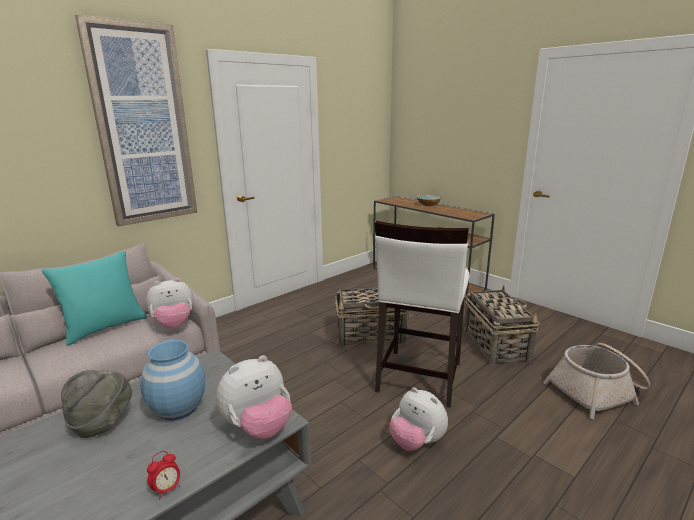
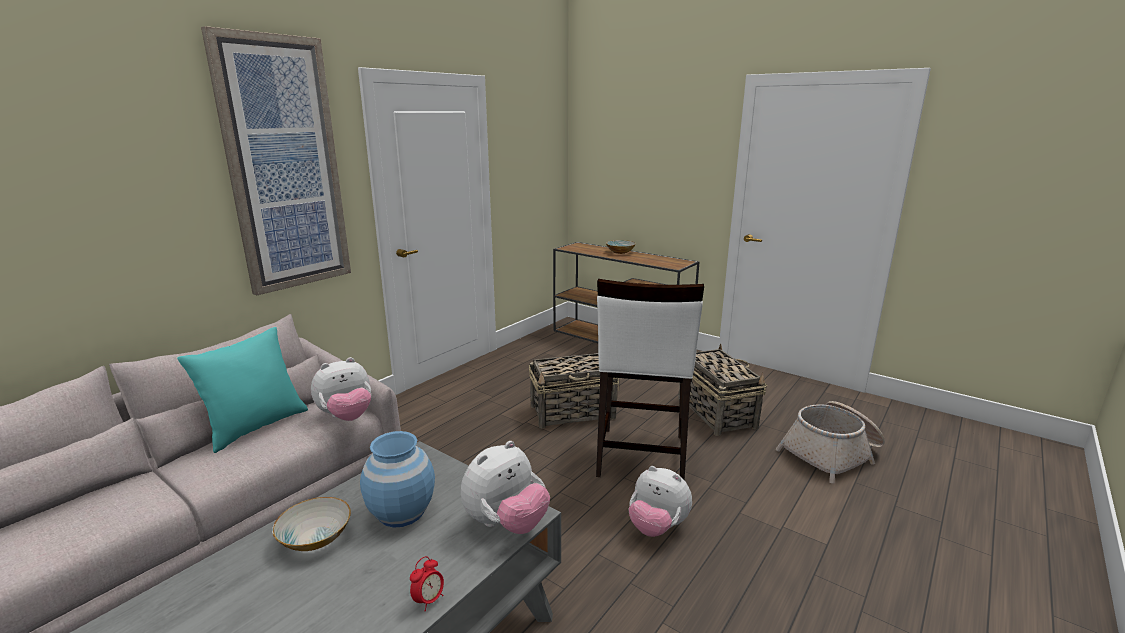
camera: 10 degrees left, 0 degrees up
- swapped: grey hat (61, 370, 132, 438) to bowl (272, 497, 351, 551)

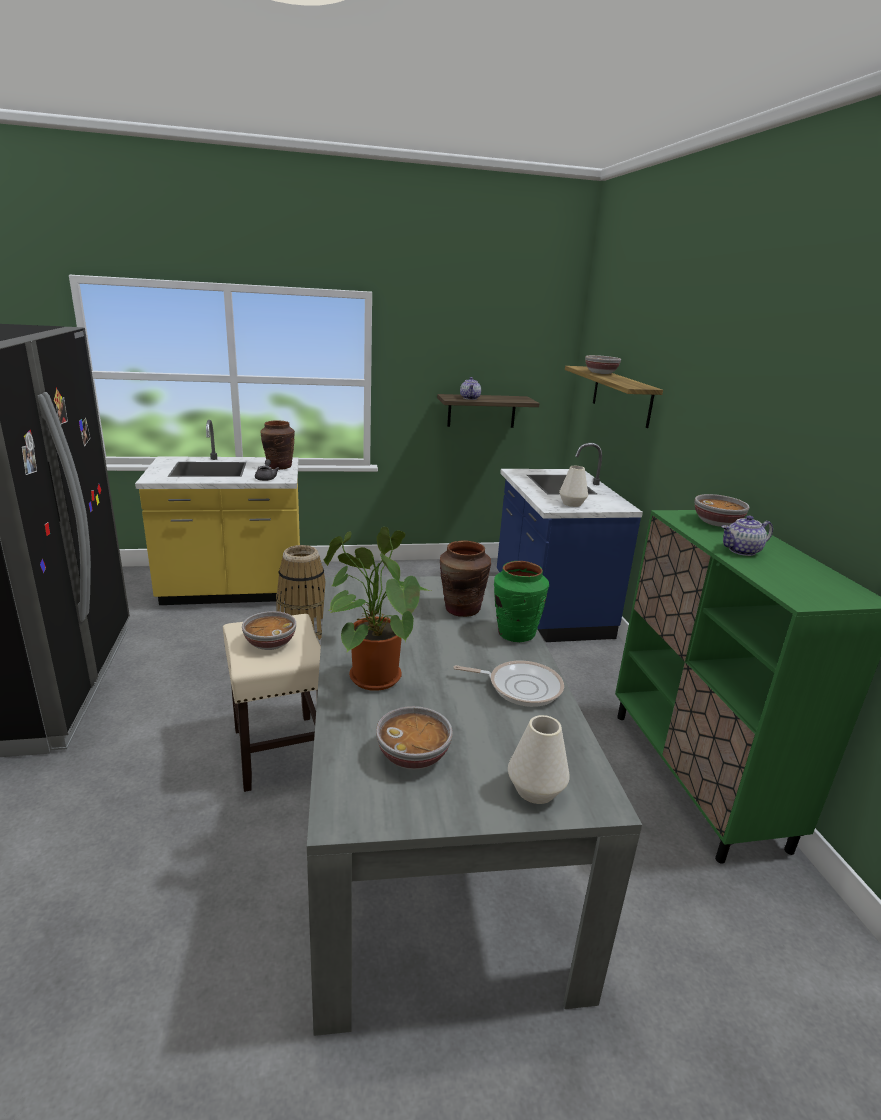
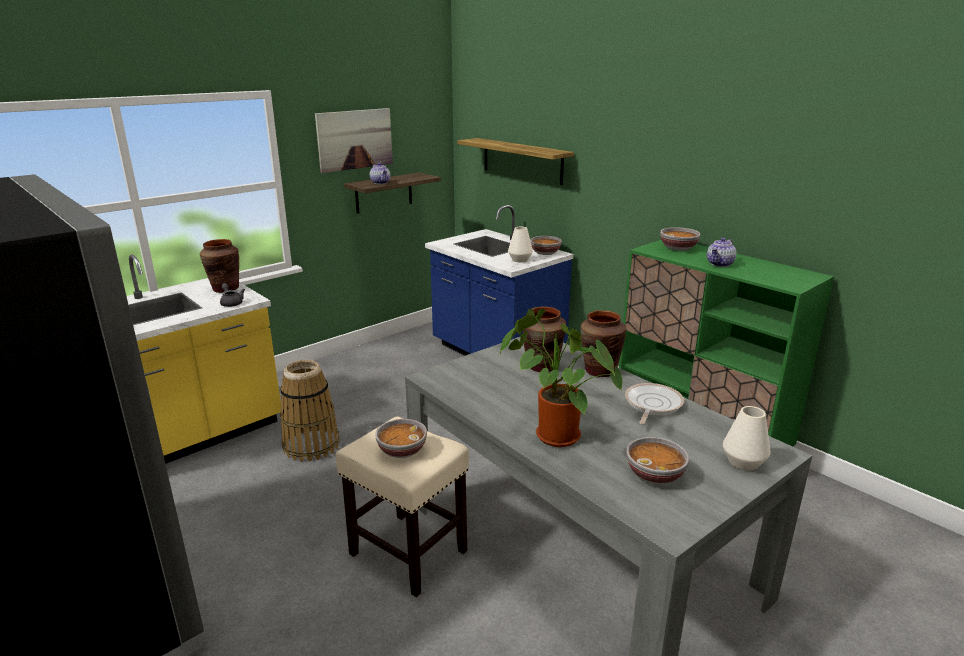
camera: 30 degrees left, 0 degrees up
- rotated: frying pan (453, 661, 564, 707) = (625, 383, 684, 425) 45 degrees counterclockwise
- repainted: green vase (494, 561, 549, 642) to brown vase (581, 310, 626, 377)
- shifted: bowl (585, 355, 621, 374) to (530, 236, 562, 255)
- new: picture (315, 108, 393, 173)

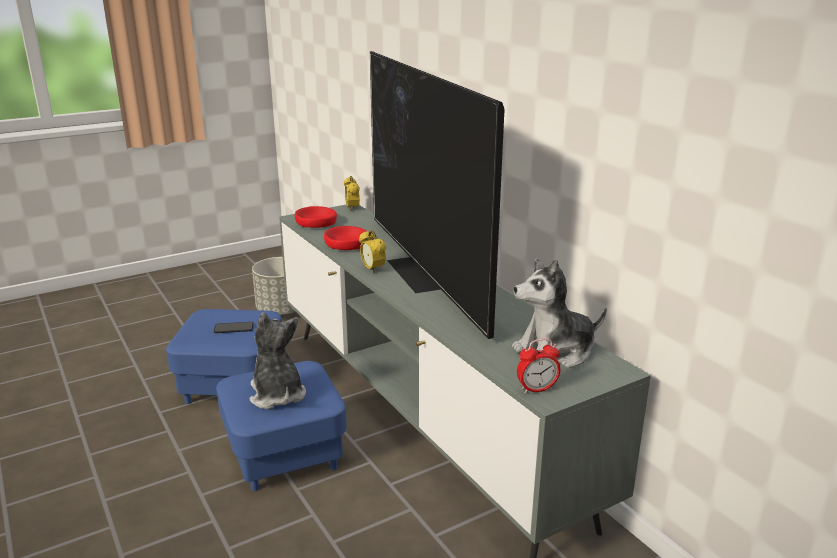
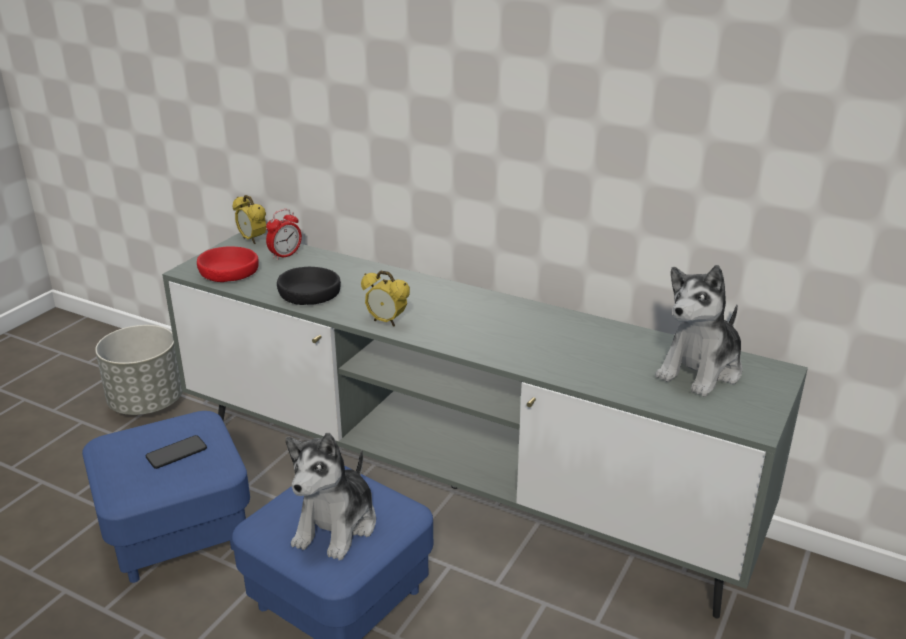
camera: 30 degrees left, 5 degrees up
- rotated: plush toy (250, 313, 306, 409) = (286, 433, 376, 560) 105 degrees counterclockwise
- repainted: red bowl (324, 226, 368, 250) to black bowl (277, 267, 341, 305)
- gone: television (370, 51, 505, 339)
- shifted: alarm clock (517, 339, 560, 394) to (266, 209, 302, 260)

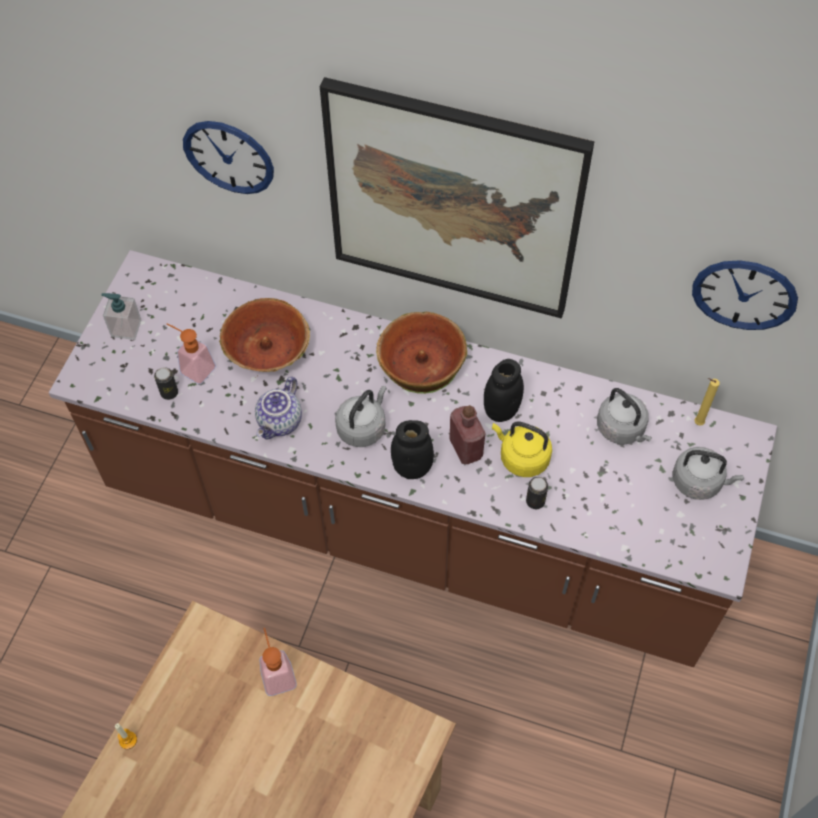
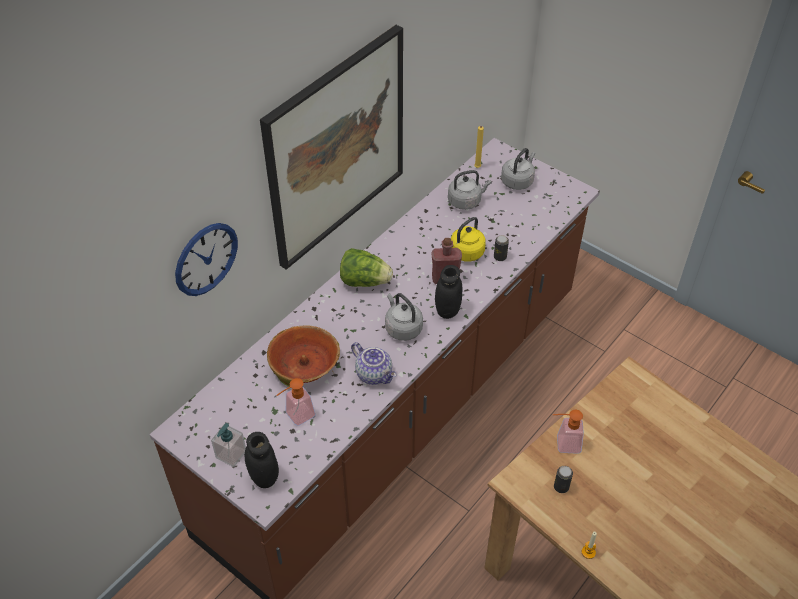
camera: 70 degrees left, 10 degrees down
- shifted: can (154, 367, 178, 400) to (554, 466, 573, 493)
- swapped: bowl (376, 312, 467, 394) to lettuce (340, 248, 393, 287)
- shifted: black jar (484, 359, 524, 422) to (245, 432, 279, 488)
- gone: wall clock (692, 260, 798, 330)

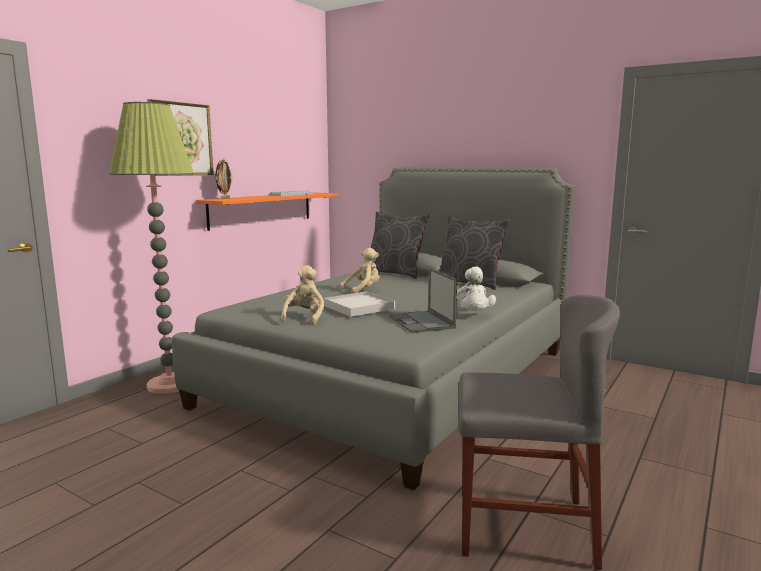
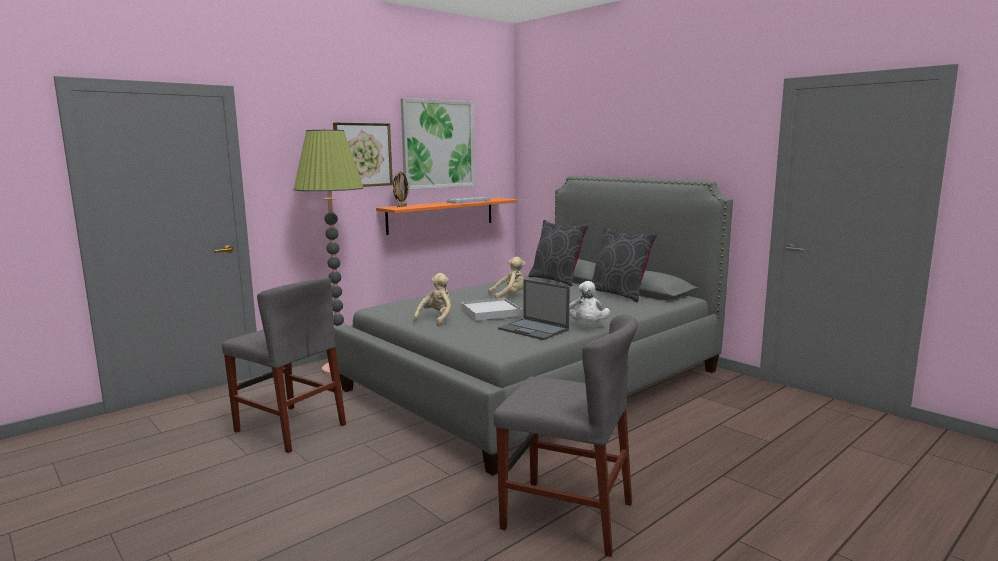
camera: 15 degrees right, 0 degrees up
- rotated: laptop (389, 268, 457, 333) = (498, 279, 570, 340) 45 degrees counterclockwise
- new: grey chair (222, 277, 346, 453)
- new: picture (401, 98, 475, 190)

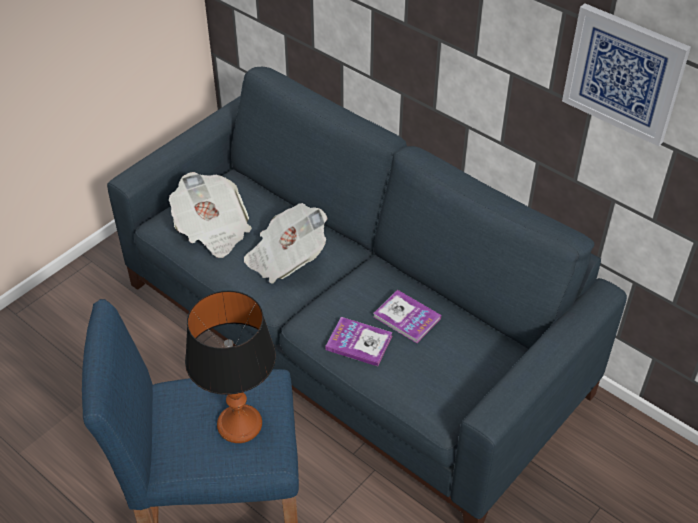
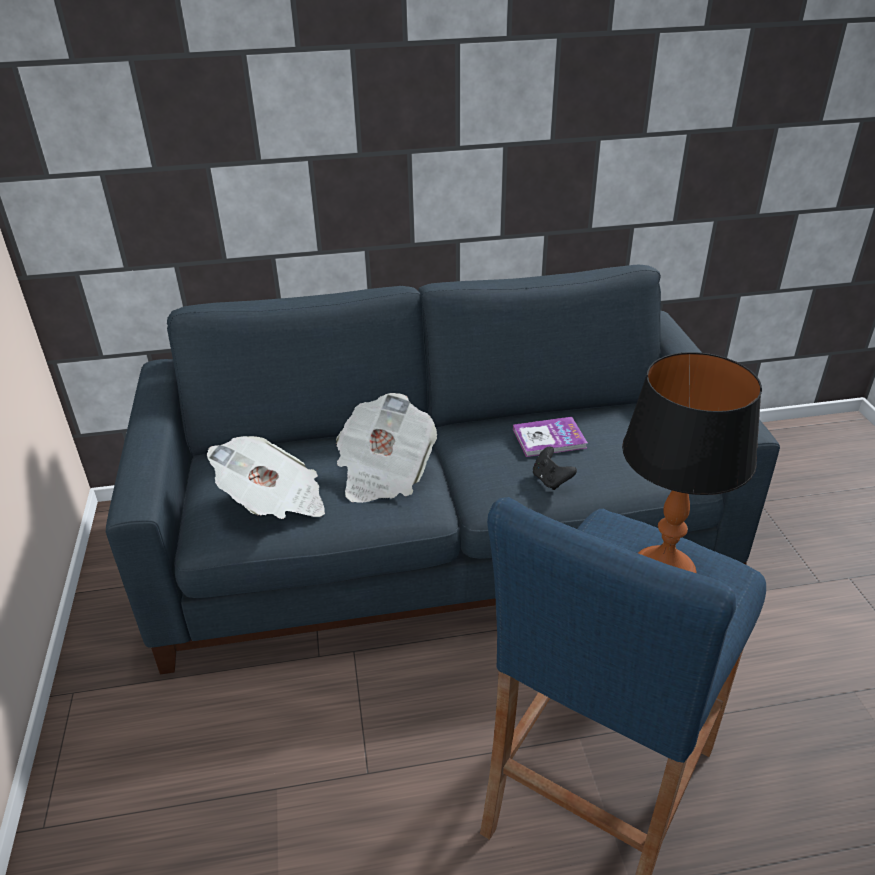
camera: 50 degrees left, 10 degrees down
- swapped: book (325, 317, 393, 366) to black game controller (533, 446, 577, 490)
- gone: picture (562, 3, 691, 146)

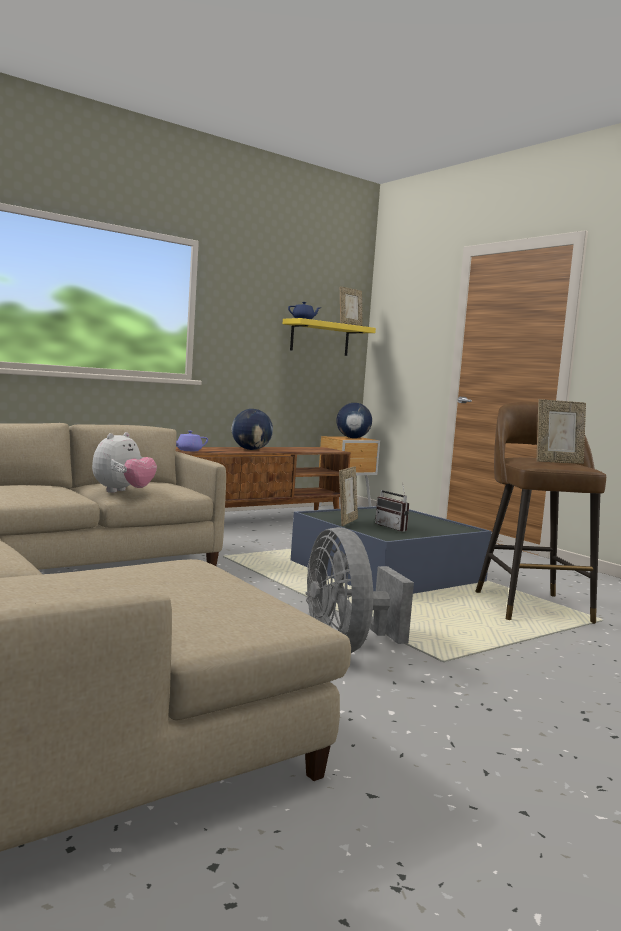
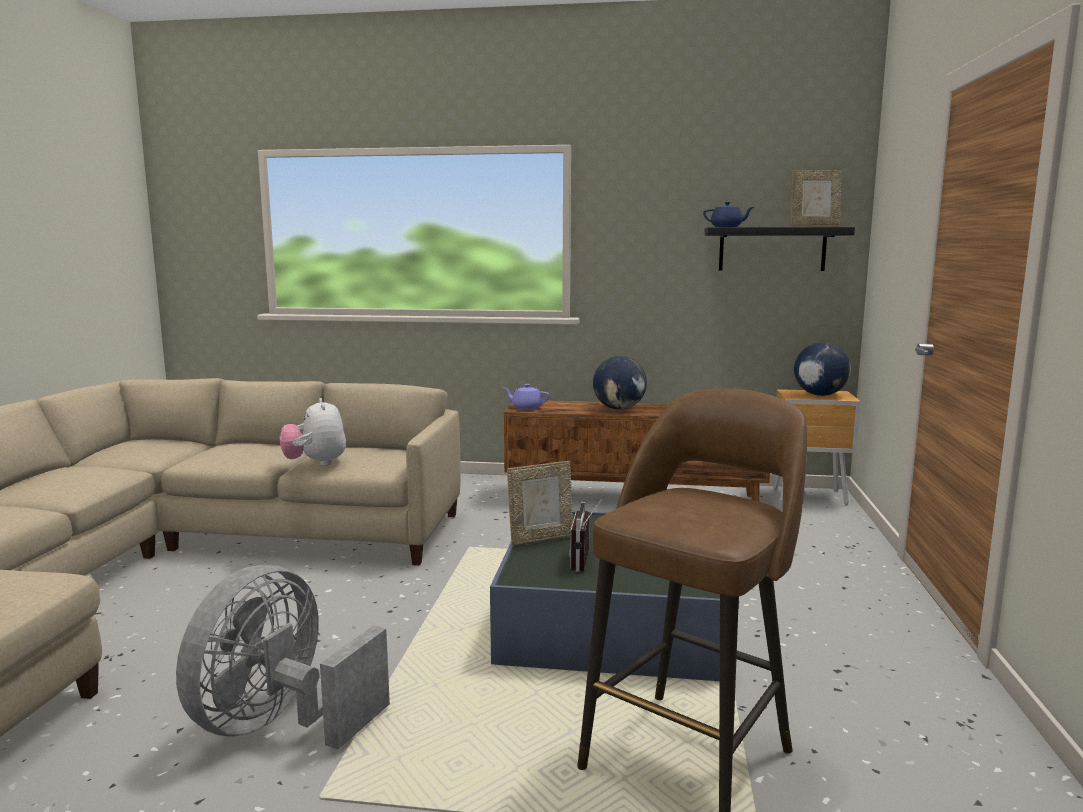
camera: 45 degrees right, 5 degrees up
- rotated: plush toy (92, 432, 157, 493) = (280, 398, 346, 466) 90 degrees clockwise
- repainted: yellow shelf (283, 318, 376, 356) to black shelf (704, 227, 855, 271)
- gone: picture frame (537, 399, 586, 464)

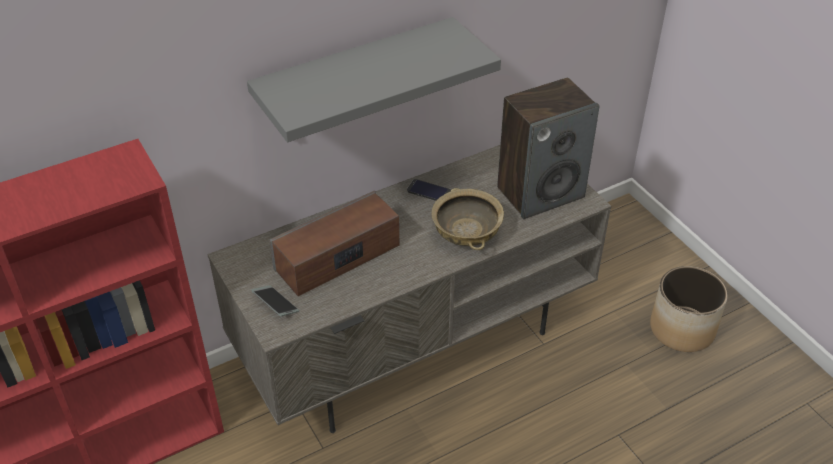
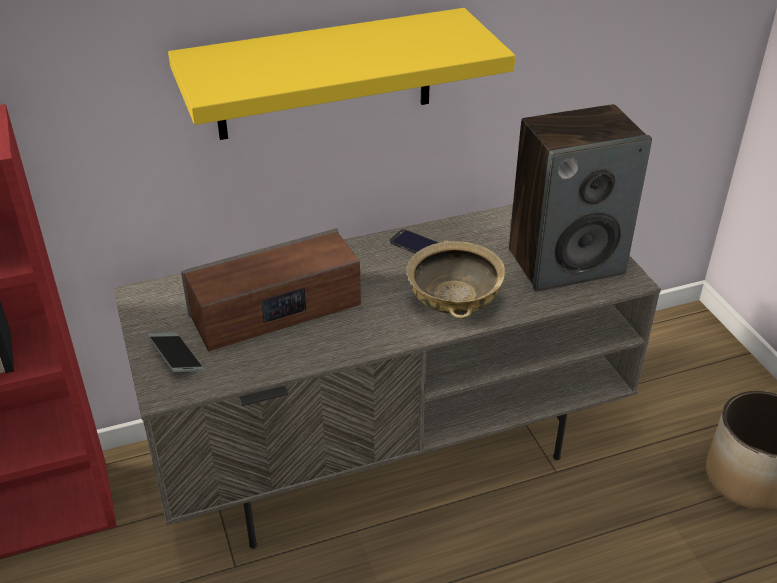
camera: 10 degrees right, 5 degrees down
- repainted: grey shelf (247, 17, 501, 142) to yellow shelf (168, 8, 515, 140)

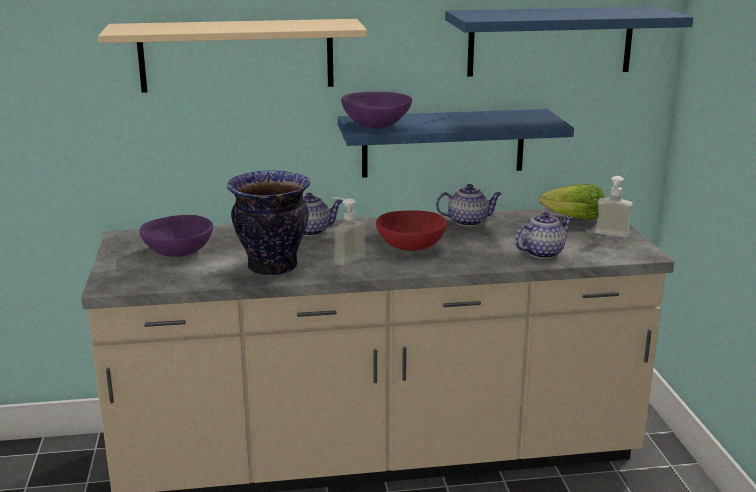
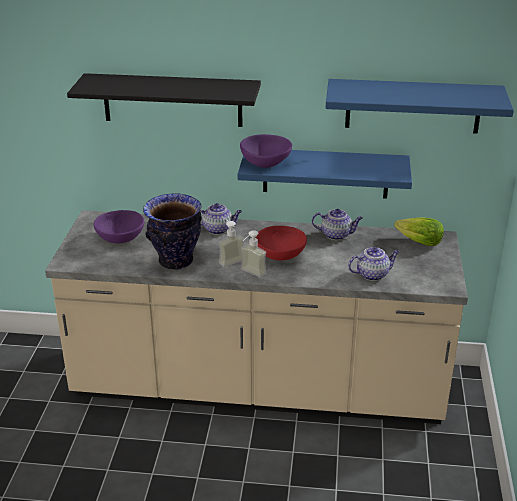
camera: 15 degrees right, 10 degrees up
- repainted: beige shelf (98, 19, 367, 93) to black shelf (67, 73, 261, 127)
- shifted: soap dispenser (595, 176, 633, 237) to (241, 230, 267, 278)

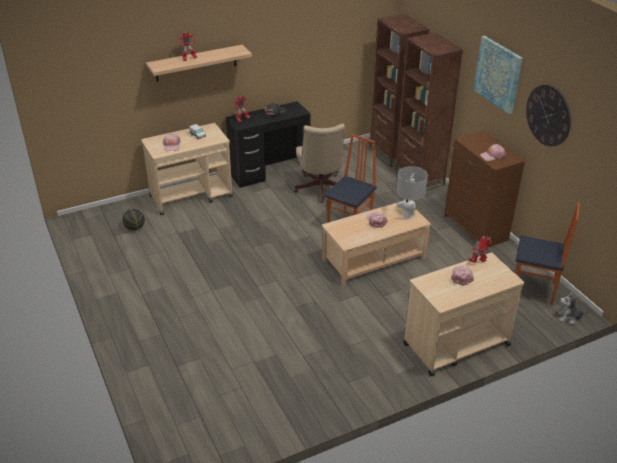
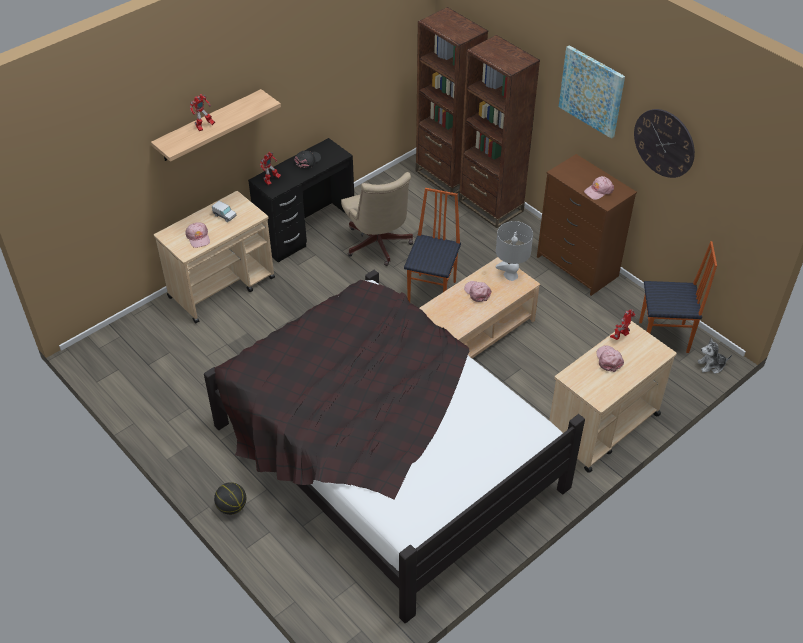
camera: 15 degrees left, 10 degrees up
- shifted: basketball (122, 209, 145, 231) to (214, 482, 246, 515)
- new: black bed (204, 270, 585, 623)

